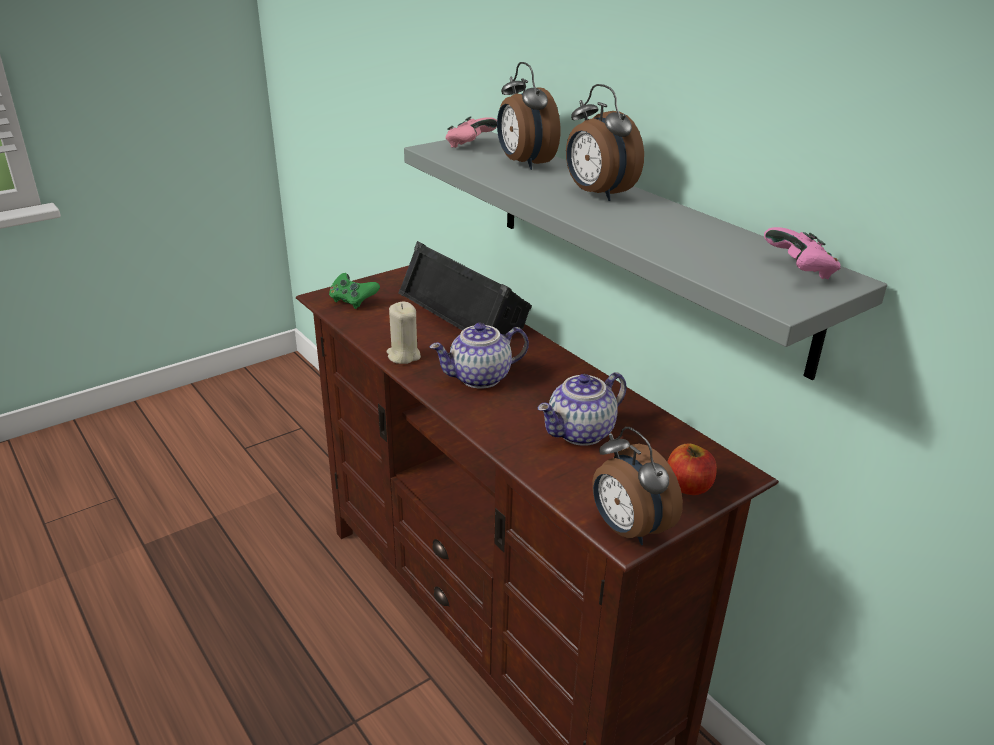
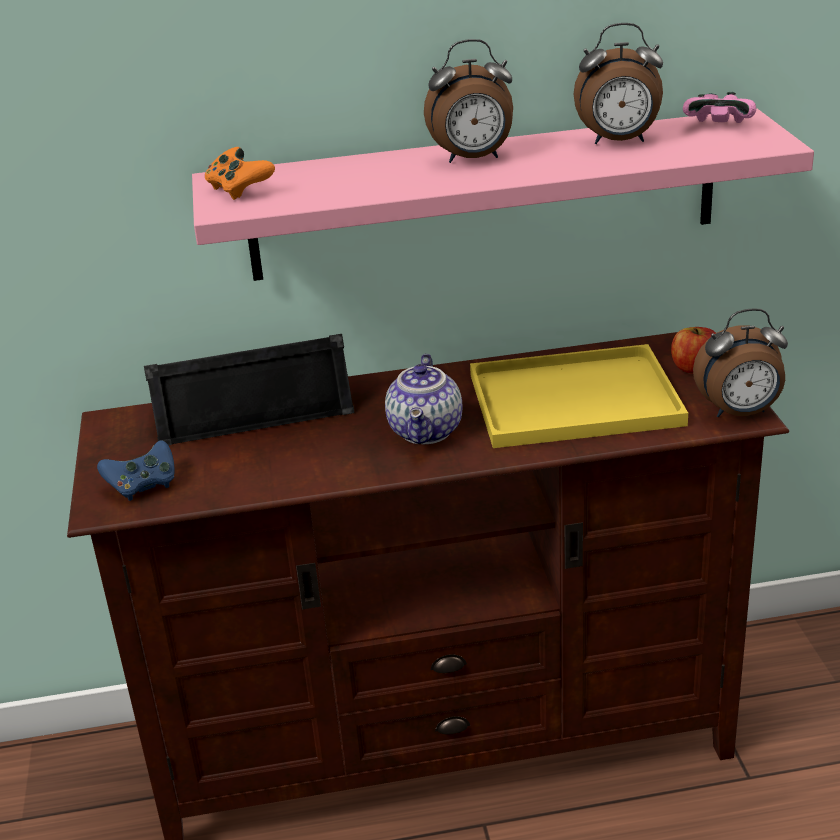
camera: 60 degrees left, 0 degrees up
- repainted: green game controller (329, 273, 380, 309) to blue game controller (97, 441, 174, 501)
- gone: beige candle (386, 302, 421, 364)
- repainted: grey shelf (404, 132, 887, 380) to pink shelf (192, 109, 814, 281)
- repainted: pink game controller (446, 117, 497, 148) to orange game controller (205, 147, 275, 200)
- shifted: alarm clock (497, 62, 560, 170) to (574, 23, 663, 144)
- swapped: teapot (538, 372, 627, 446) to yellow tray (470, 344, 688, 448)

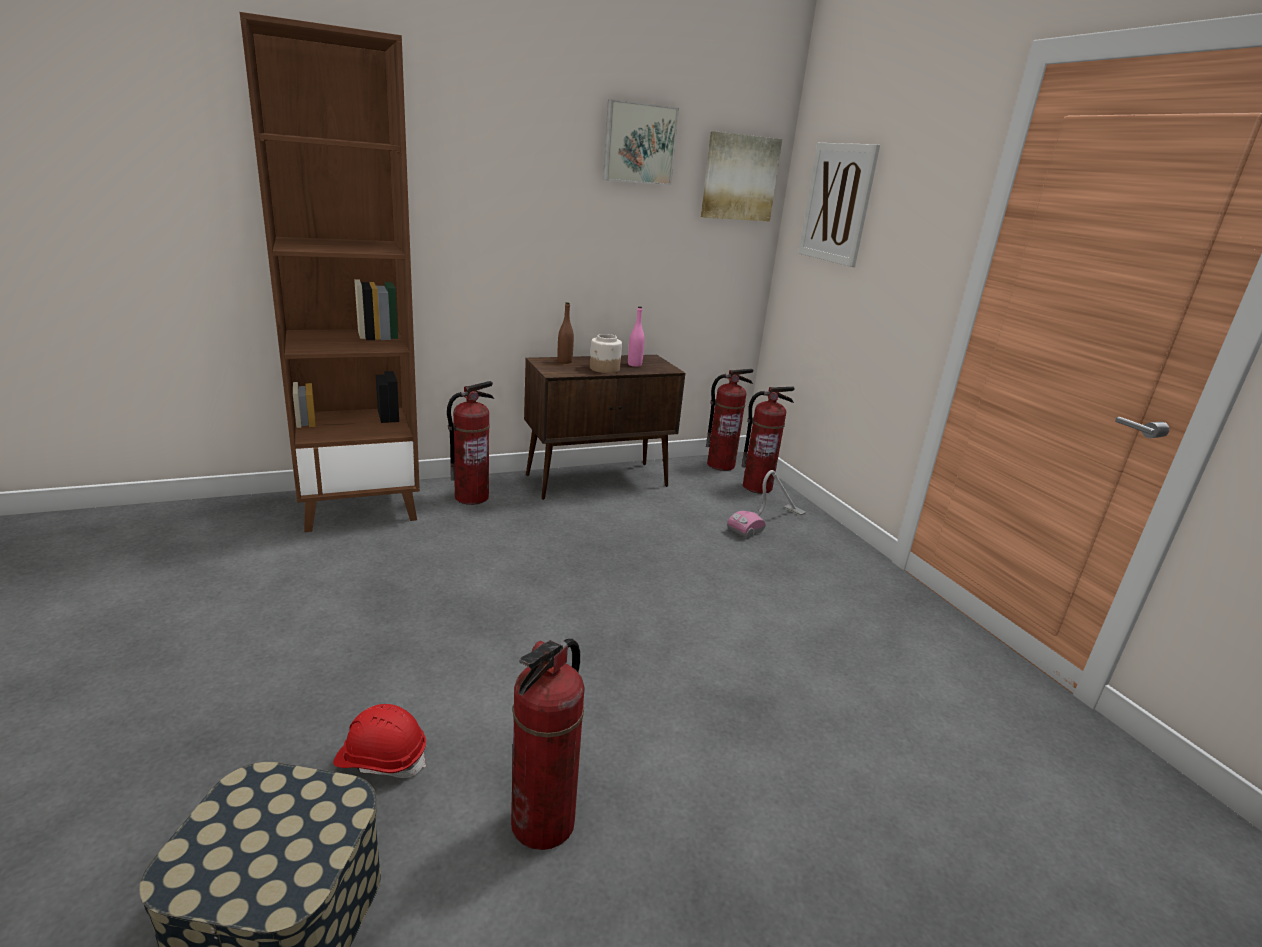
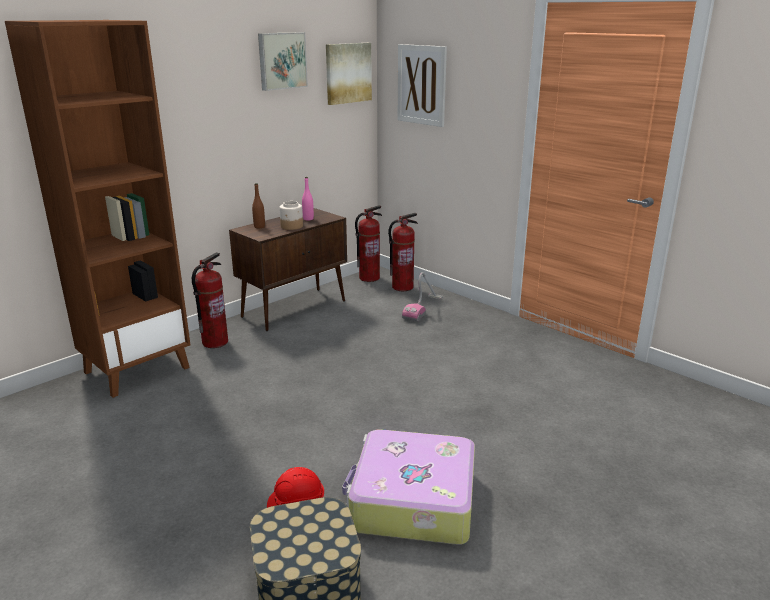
camera: 20 degrees left, 0 degrees up
- swapped: fire extinguisher (511, 639, 585, 850) to suitcase (342, 429, 475, 545)

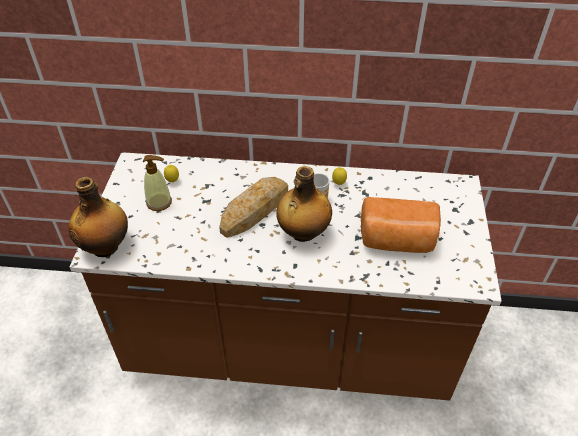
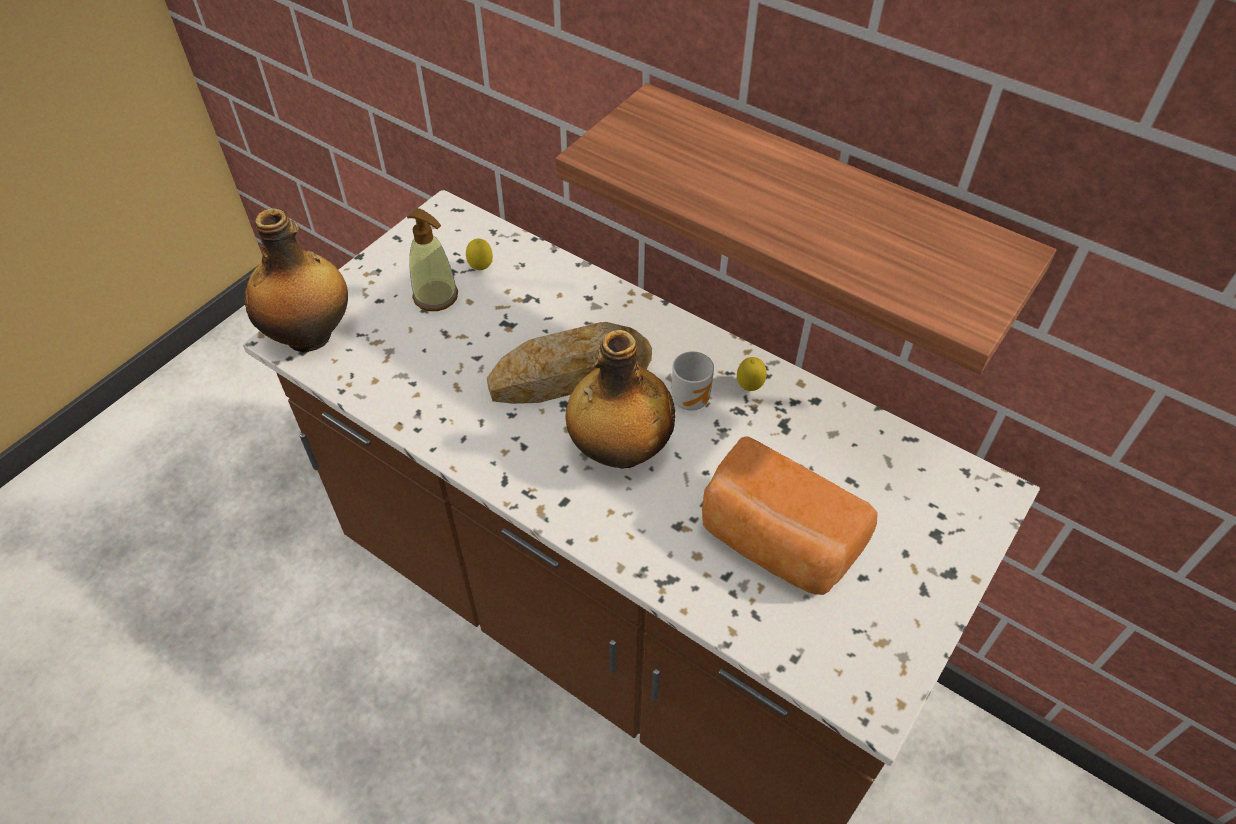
camera: 30 degrees right, 5 degrees up
- new: shelf (555, 83, 1056, 374)

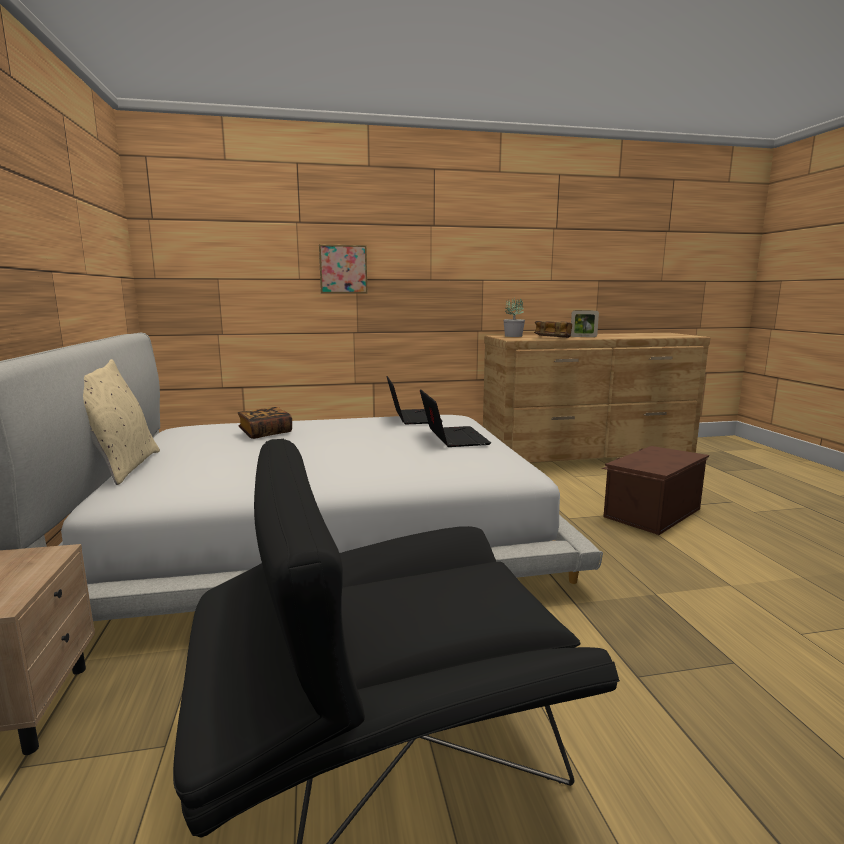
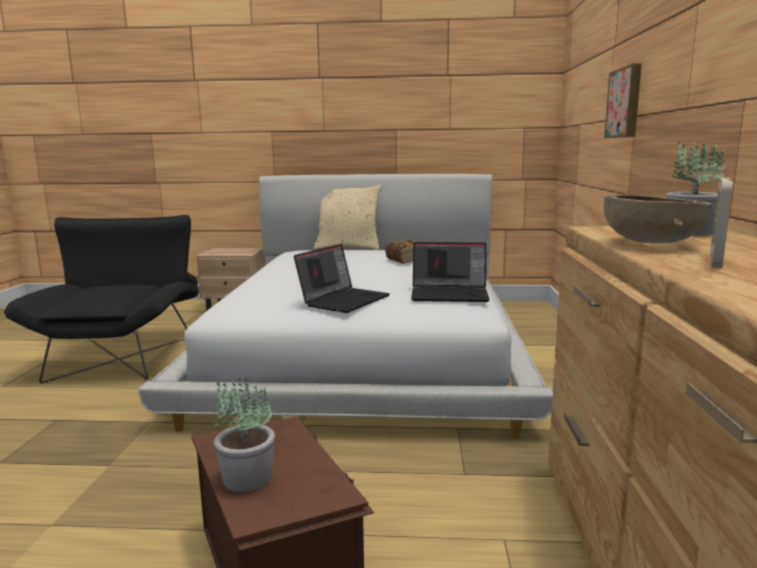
camera: 105 degrees right, 0 degrees up
- rotated: laptop (420, 389, 491, 447) = (294, 244, 390, 313) 60 degrees counterclockwise
- swapped: book (534, 321, 572, 338) to brown bowl (604, 195, 712, 243)
- new: potted plant (214, 377, 275, 492)

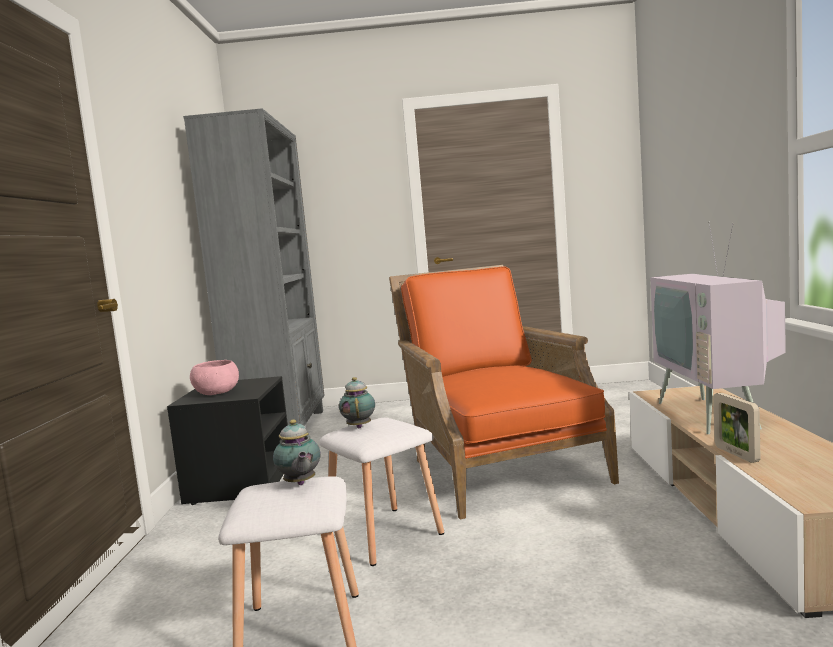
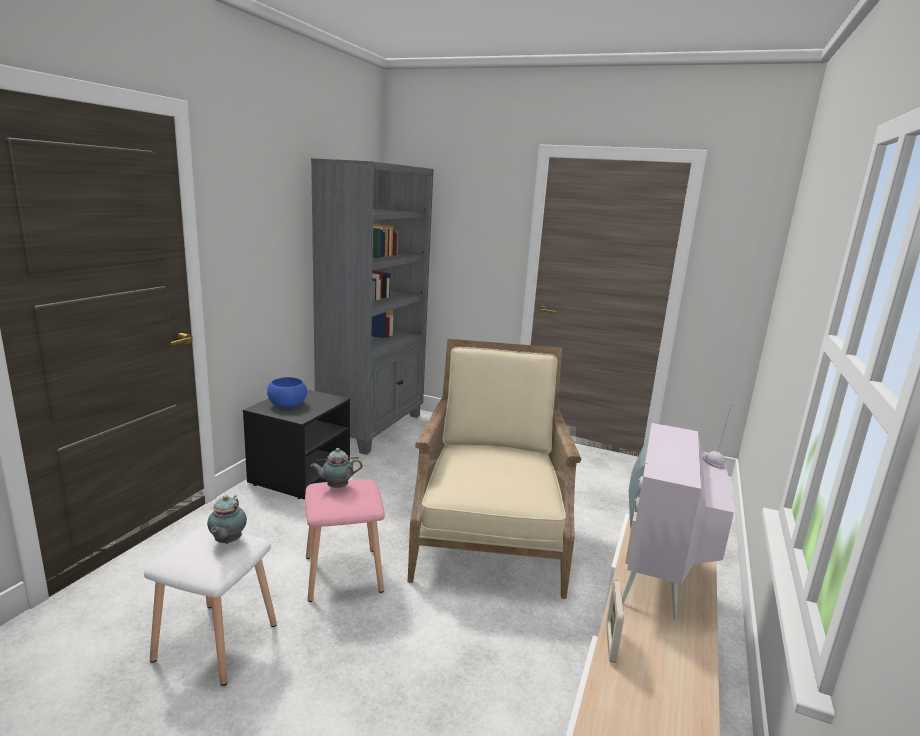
camera: 20 degrees right, 10 degrees up
- repainted: pink bowl (190, 360, 239, 395) to blue bowl (267, 377, 307, 408)
- repainted: white stool (319, 418, 444, 566) to pink stool (305, 479, 385, 602)
- rotated: teapot (339, 377, 375, 428) = (310, 448, 362, 488) 120 degrees counterclockwise
- repainted: orange armchair (389, 265, 619, 520) to beige armchair (408, 339, 581, 599)

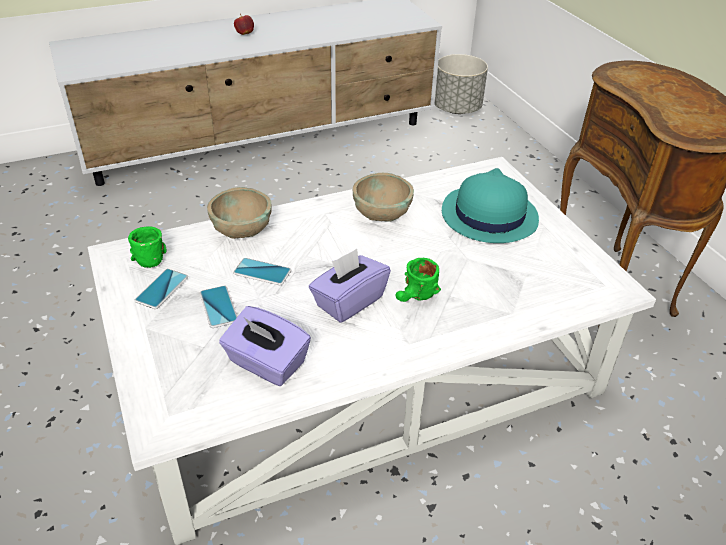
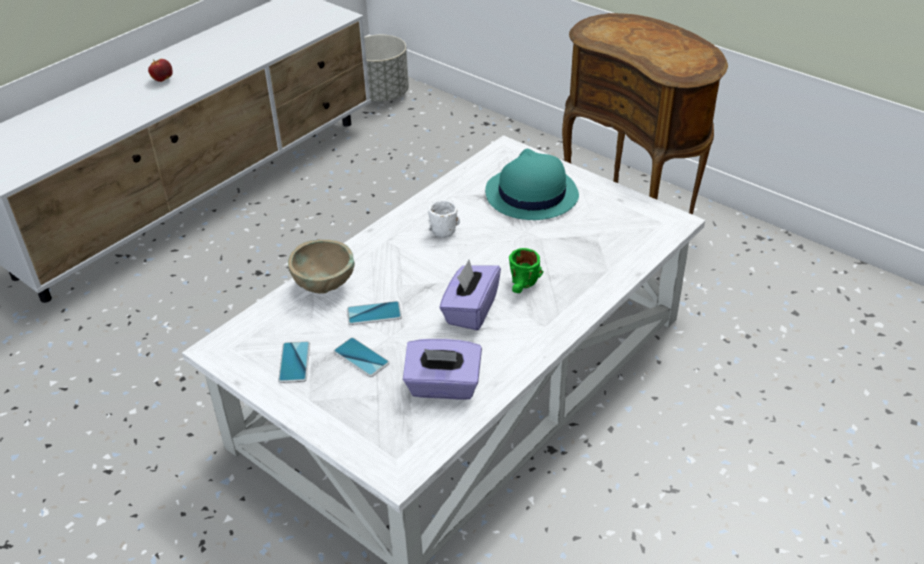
camera: 25 degrees left, 0 degrees up
- gone: green mug (128, 226, 167, 268)
- swapped: beige bowl (353, 173, 414, 222) to white mug (428, 200, 460, 238)

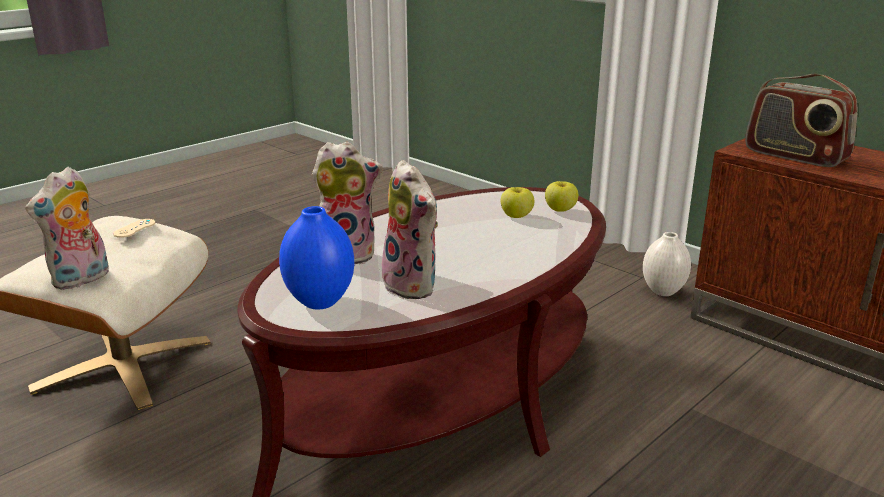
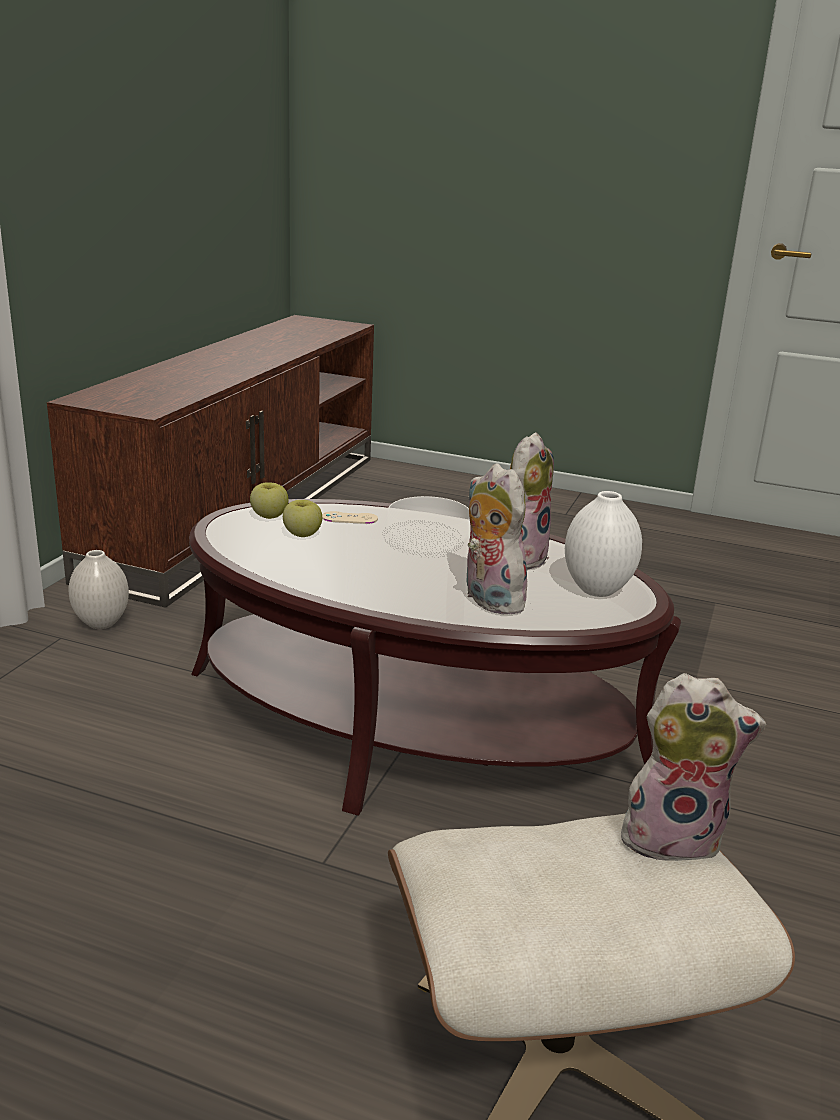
camera: 115 degrees left, 0 degrees up
- shifted: beige game controller (113, 219, 155, 238) to (322, 511, 378, 524)
- repainted: blue vase (279, 206, 354, 309) to white vase (565, 491, 642, 597)
- gone: radio (745, 73, 858, 167)
- new: bowl (387, 496, 470, 556)

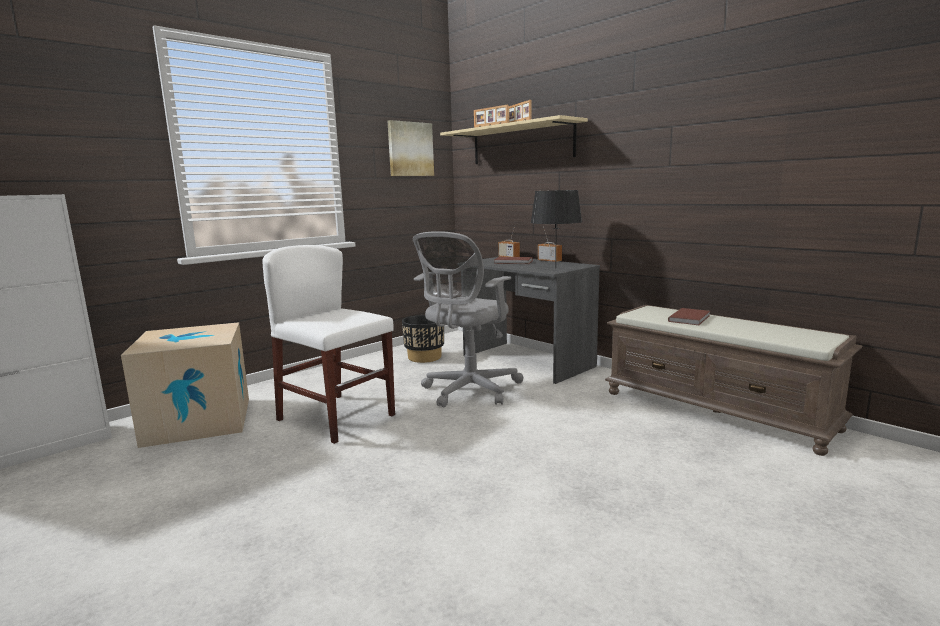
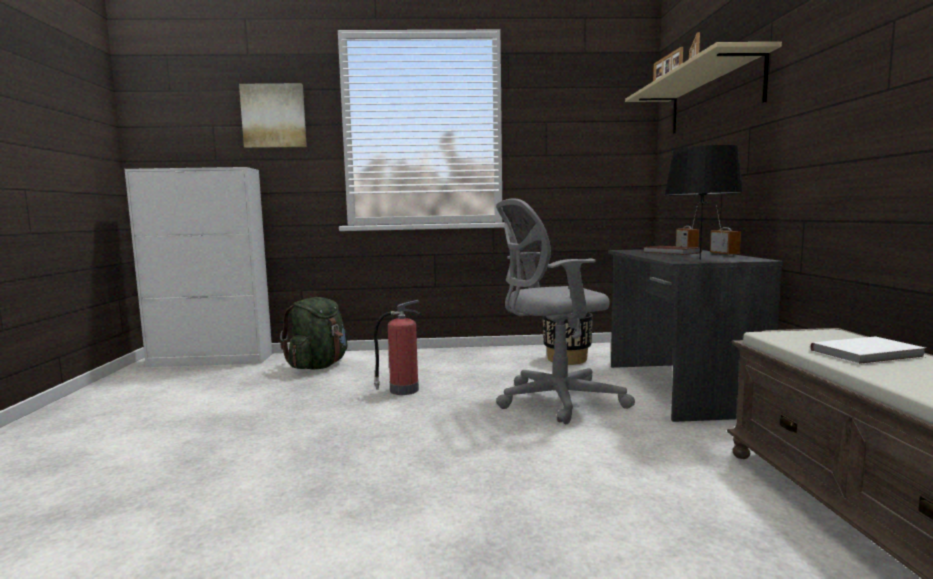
camera: 40 degrees right, 5 degrees down
- swapped: cardboard box (121, 322, 249, 448) to green backpack (280, 297, 348, 369)
- swapped: white chair (262, 245, 395, 444) to fire extinguisher (374, 300, 419, 395)
- shifted: picture (388, 120, 434, 176) to (239, 83, 307, 148)
- repainted: brown book (668, 308, 710, 325) to white book (810, 336, 926, 365)

